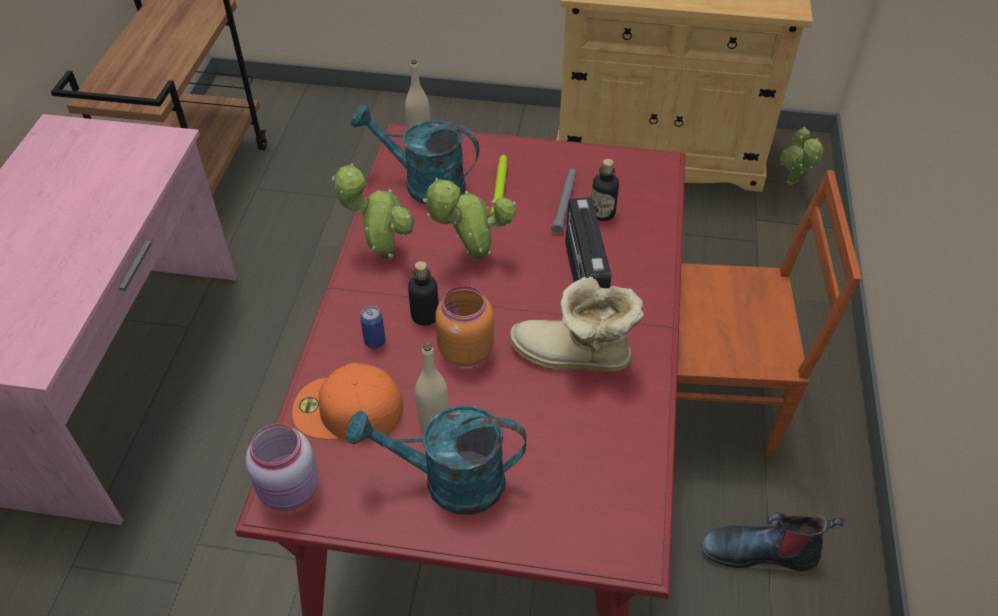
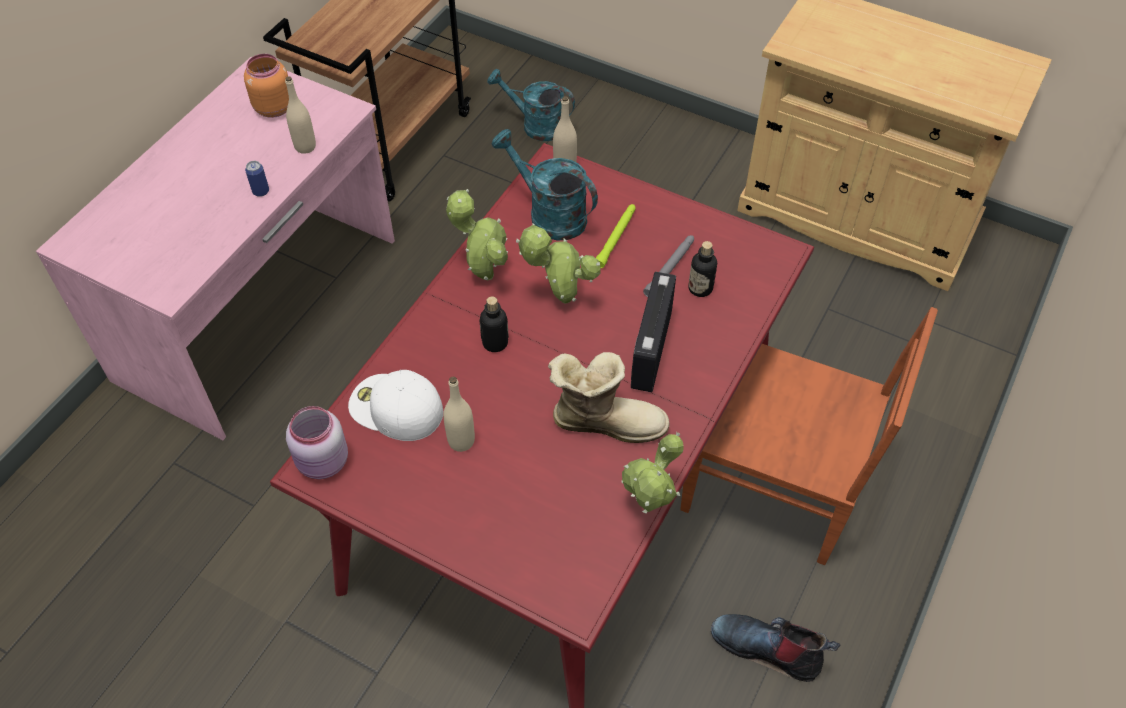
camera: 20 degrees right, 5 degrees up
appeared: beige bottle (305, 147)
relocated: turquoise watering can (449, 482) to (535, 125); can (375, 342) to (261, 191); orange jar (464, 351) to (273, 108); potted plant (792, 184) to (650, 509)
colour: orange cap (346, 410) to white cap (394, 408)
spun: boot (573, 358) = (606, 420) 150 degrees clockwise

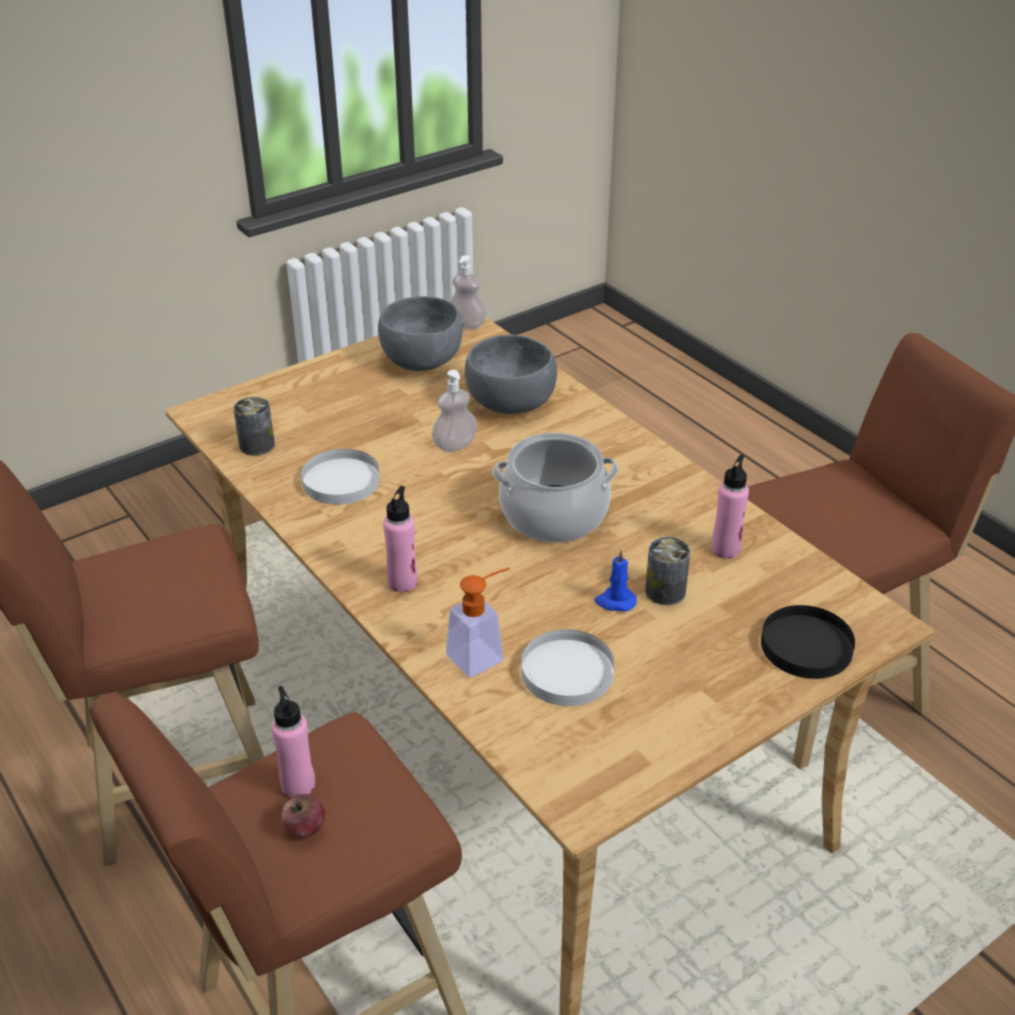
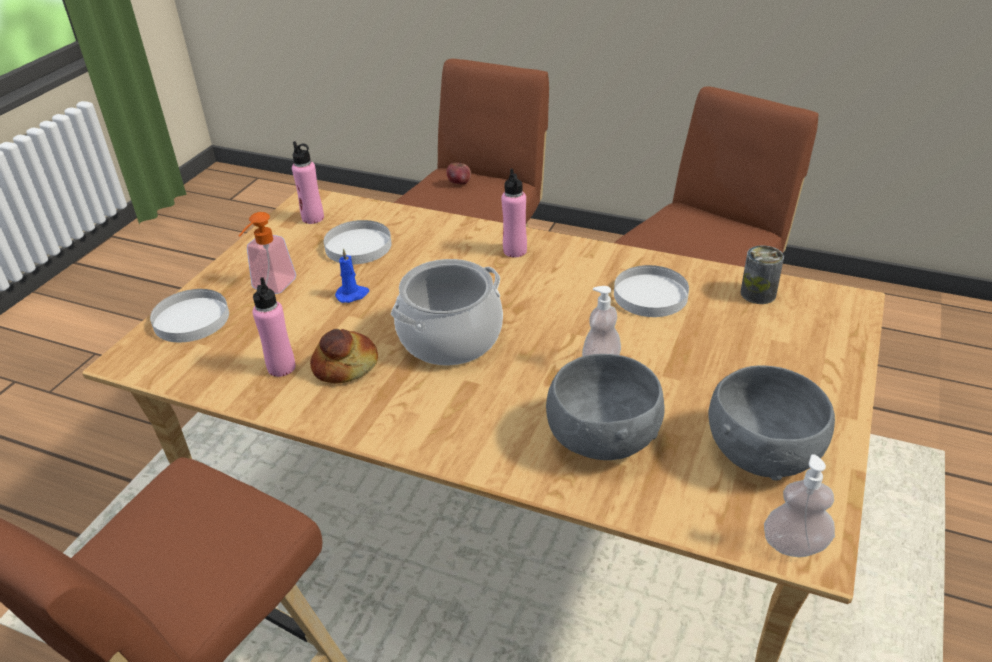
camera: 150 degrees right, 0 degrees up
missing: can (665, 591)
appeared: bread (346, 366)
relocated: pink bottle (298, 784) to (313, 218); soap dispenser (483, 654) to (270, 288)
colour: black plate (805, 646) to white plate (192, 319)

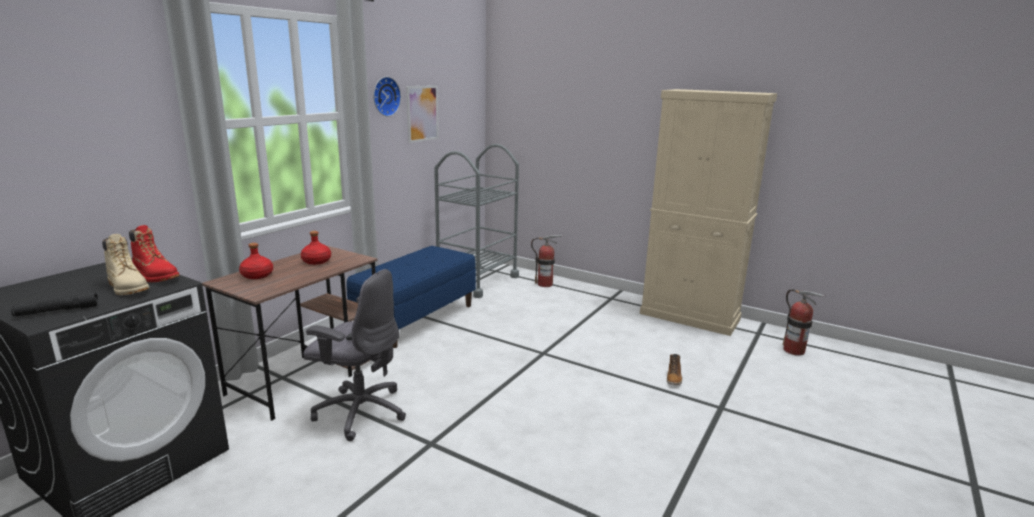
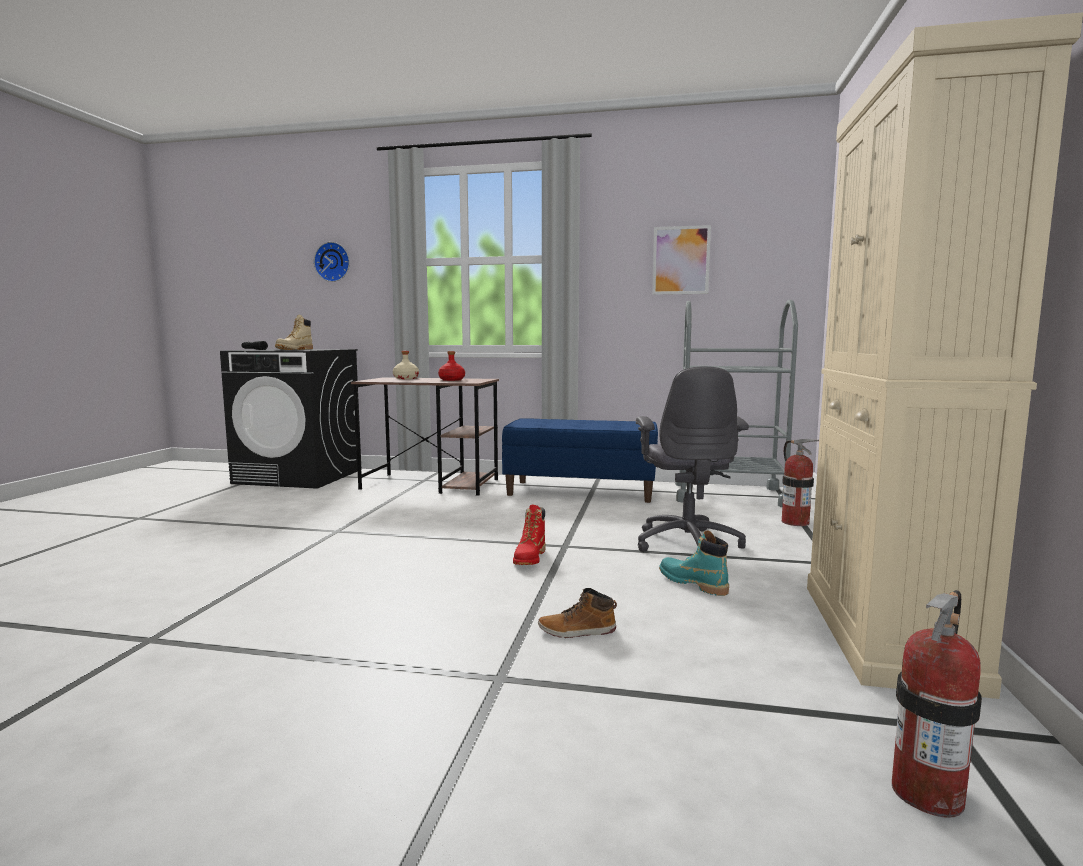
camera: 70 degrees right, 10 degrees down
appeared: turquoise boot (692, 583)
relocated: red boot (156, 276) to (530, 558); grey office chair (360, 411) to (687, 543); wall clock (385, 96) to (333, 262)
colour: red bottle (257, 275) to beige bottle (405, 378)

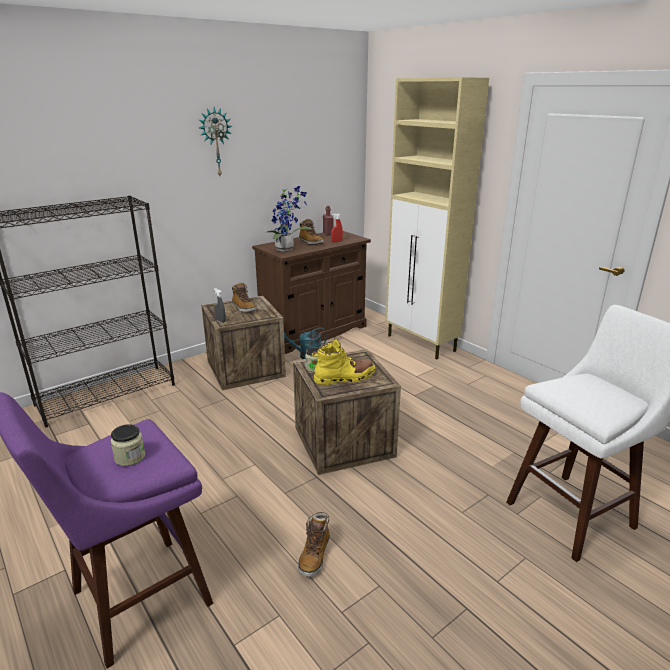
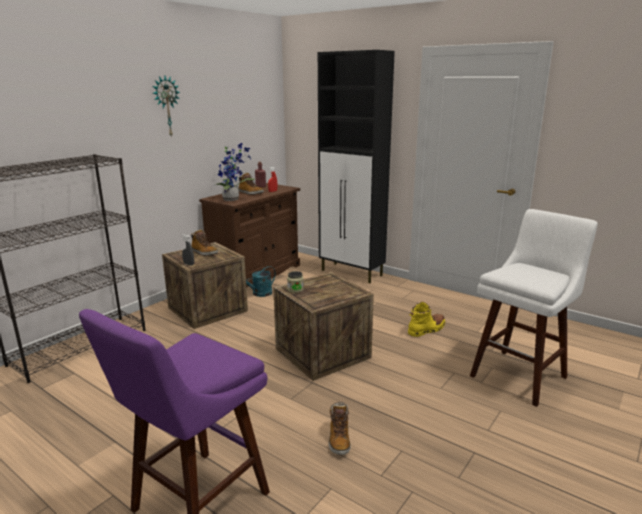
camera: 15 degrees left, 5 degrees down
missing: jar (130, 457)
relocated: yellow boot (344, 378) to (426, 329)
colour: beige cabinet (421, 343) to black cabinet (352, 273)

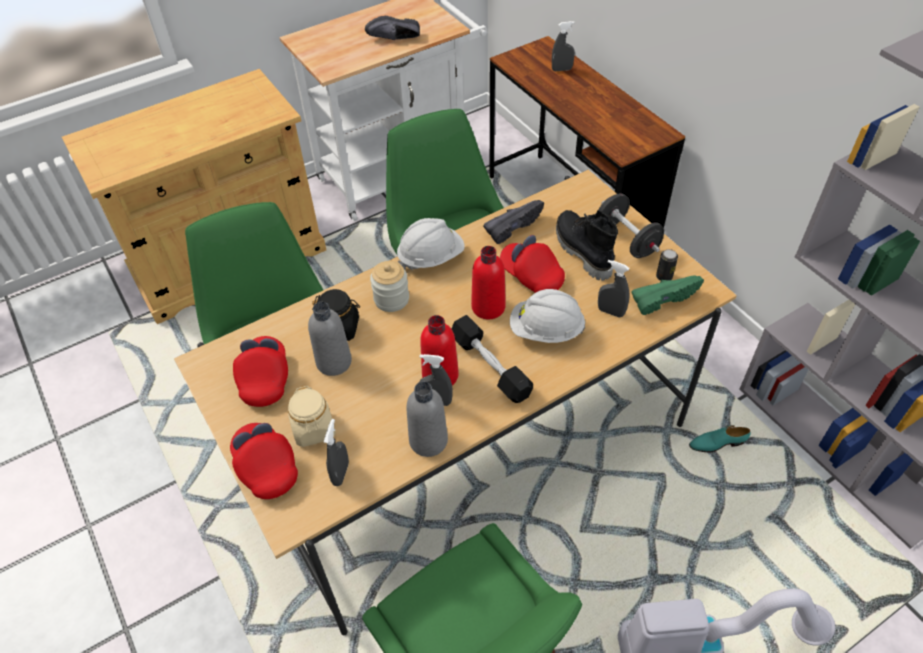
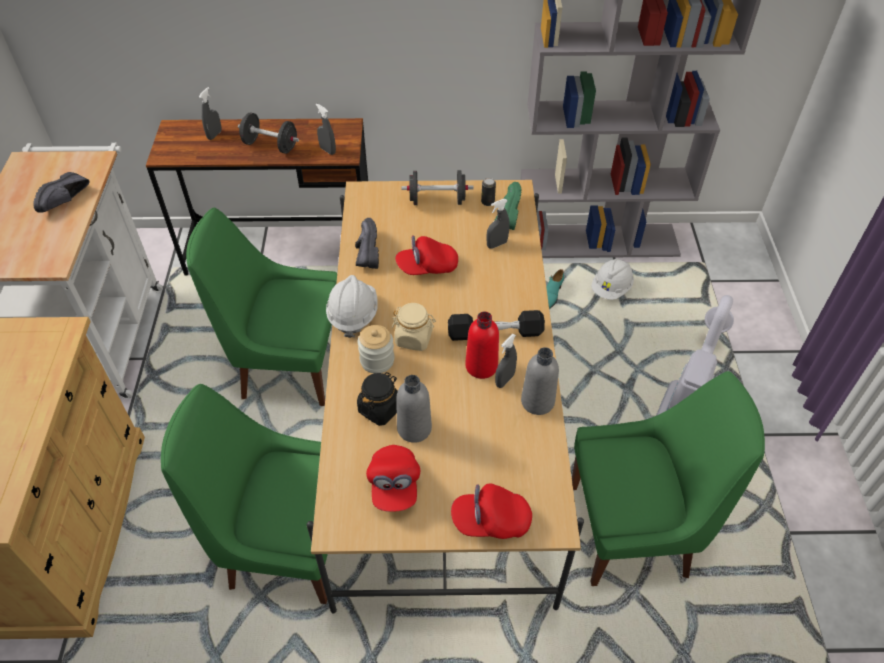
camera: 60 degrees left, 0 degrees up
missing: red bottle (488, 307); black boot (581, 251)
appeared: black dumbbell (270, 146)
relocated: beige jar (314, 429) to (414, 338); grey spray bottle (340, 473) to (327, 150); white hard hat (546, 330) to (611, 288)
spun: red cap (265, 379) = (394, 485) 120 degrees counterclockwise

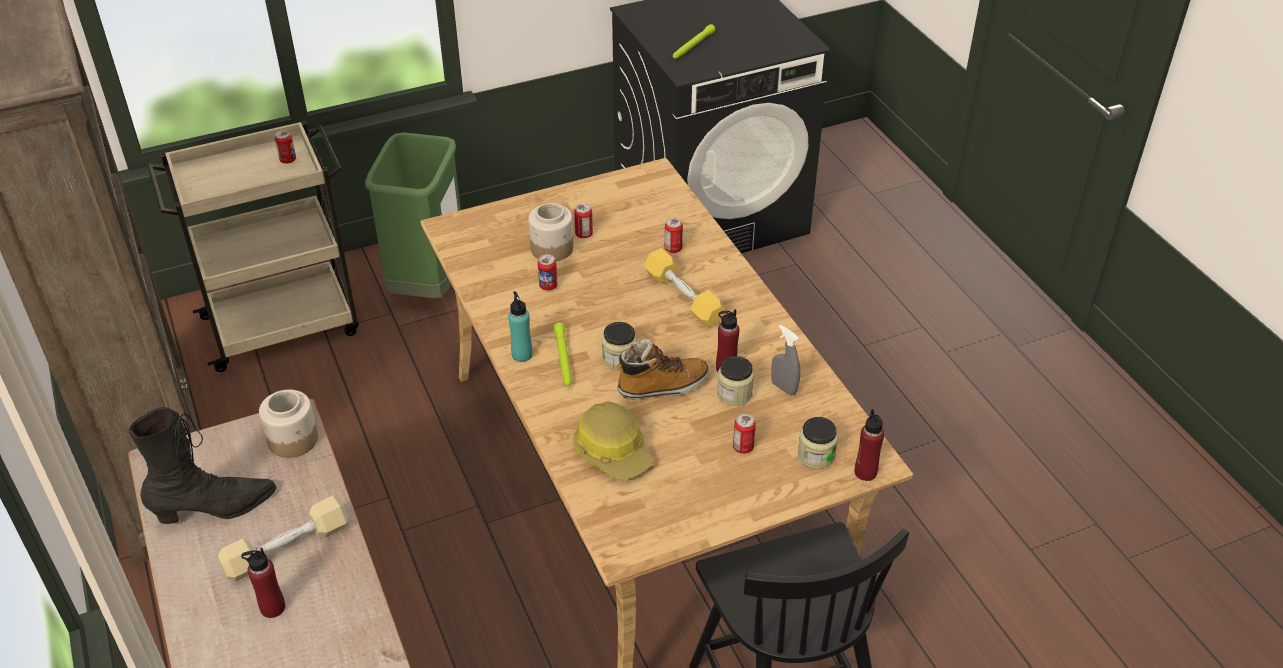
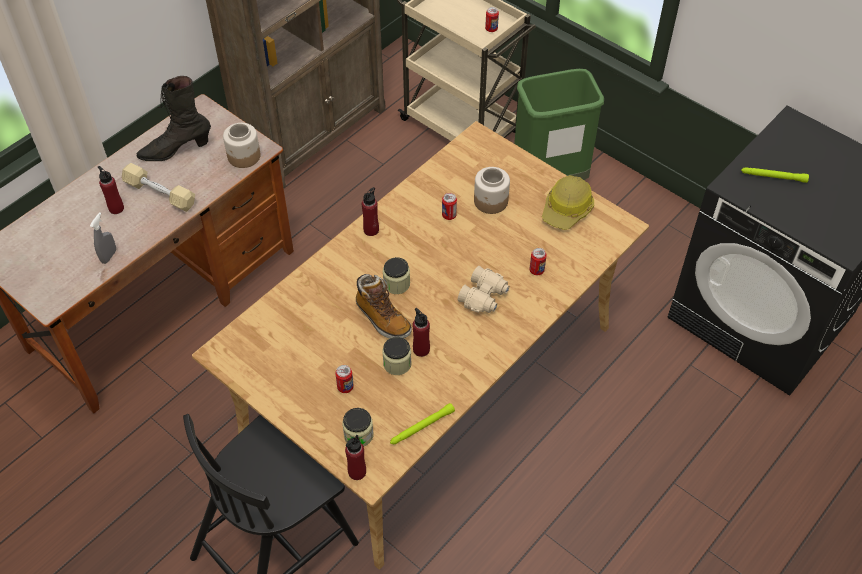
camera: 65 degrees right, 10 degrees up
missing: can (584, 234)
relocated: green flashlight (563, 359) to (421, 427); hard hat (613, 451) to (567, 209); grey spray bottle (783, 388) to (109, 256)
exchanged: yellow dumbbell (683, 297) to beige binoculars (484, 296)
colour: turquoise bottle (522, 355) to red bottle (371, 230)
spun: black boot (215, 509) = (176, 150) 120 degrees clockwise

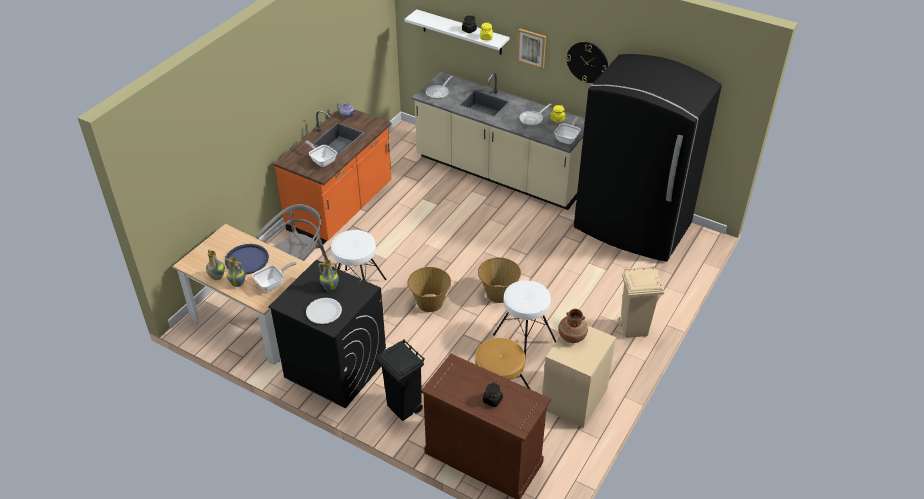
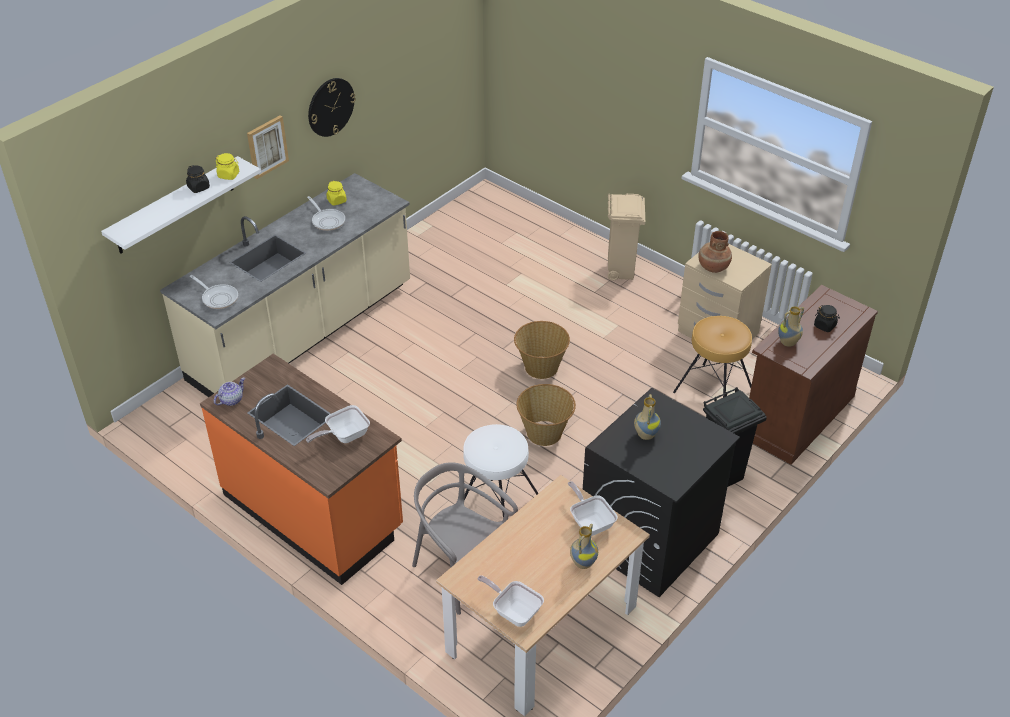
camera: 80 degrees left, 0 degrees up
missing: blue tray (247, 260); white plate (324, 311); white stool (524, 339); black fridge (632, 227)
relocated: vase (216, 277) to (788, 343); frying pan (568, 138) to (514, 611)

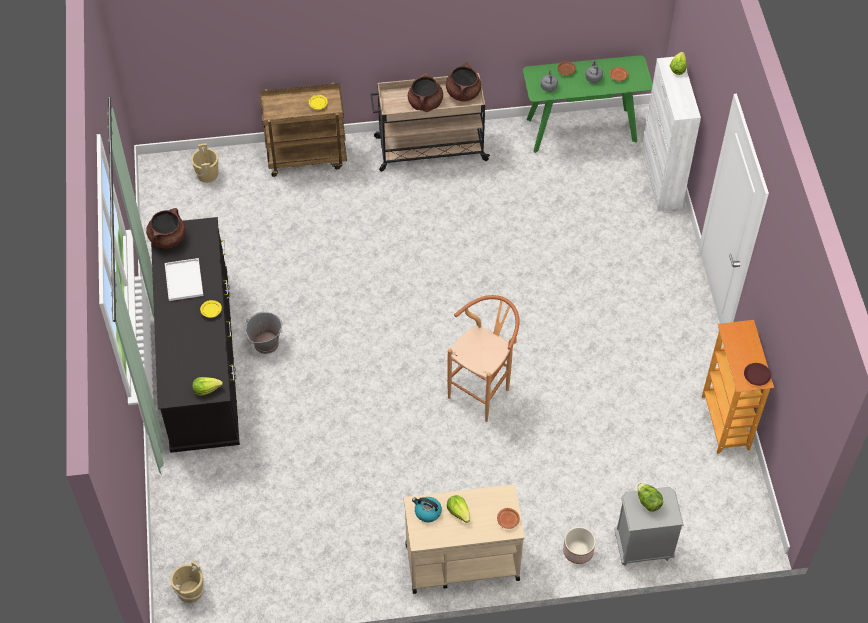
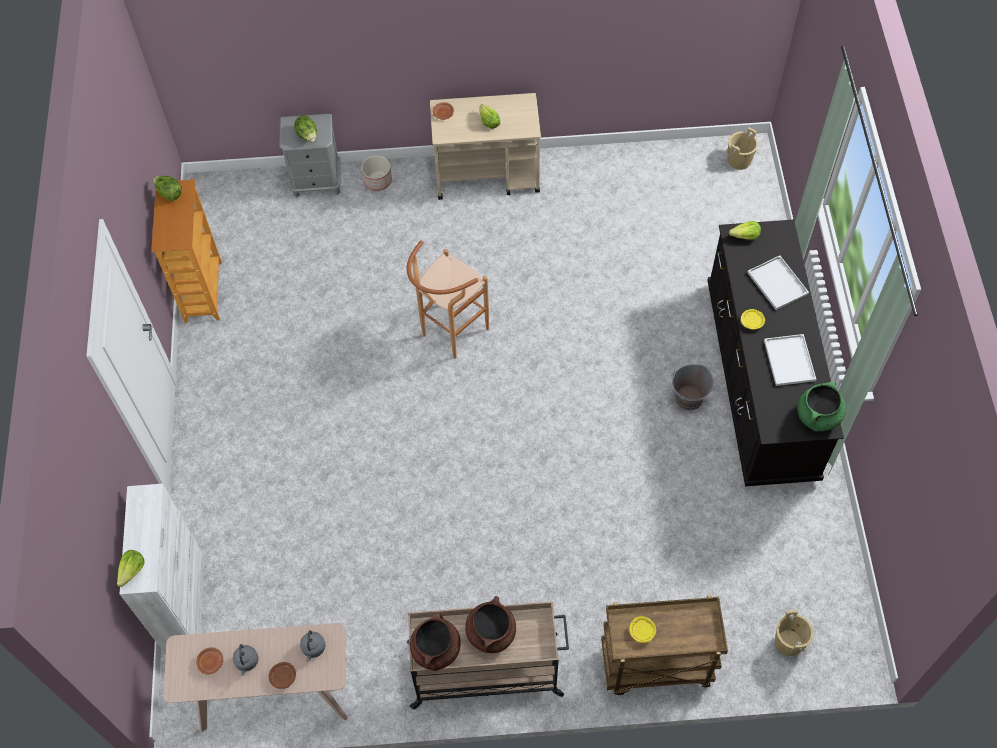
camera: 175 degrees left, 5 degrees up
missing: kettle (427, 512)
appeared: white tray (776, 283)
exchanged: brown plate (756, 375) to lettuce (169, 193)
colour: brown cooking pot (168, 238) to green cooking pot (818, 416); green console table (581, 129) to beige console table (274, 694)

